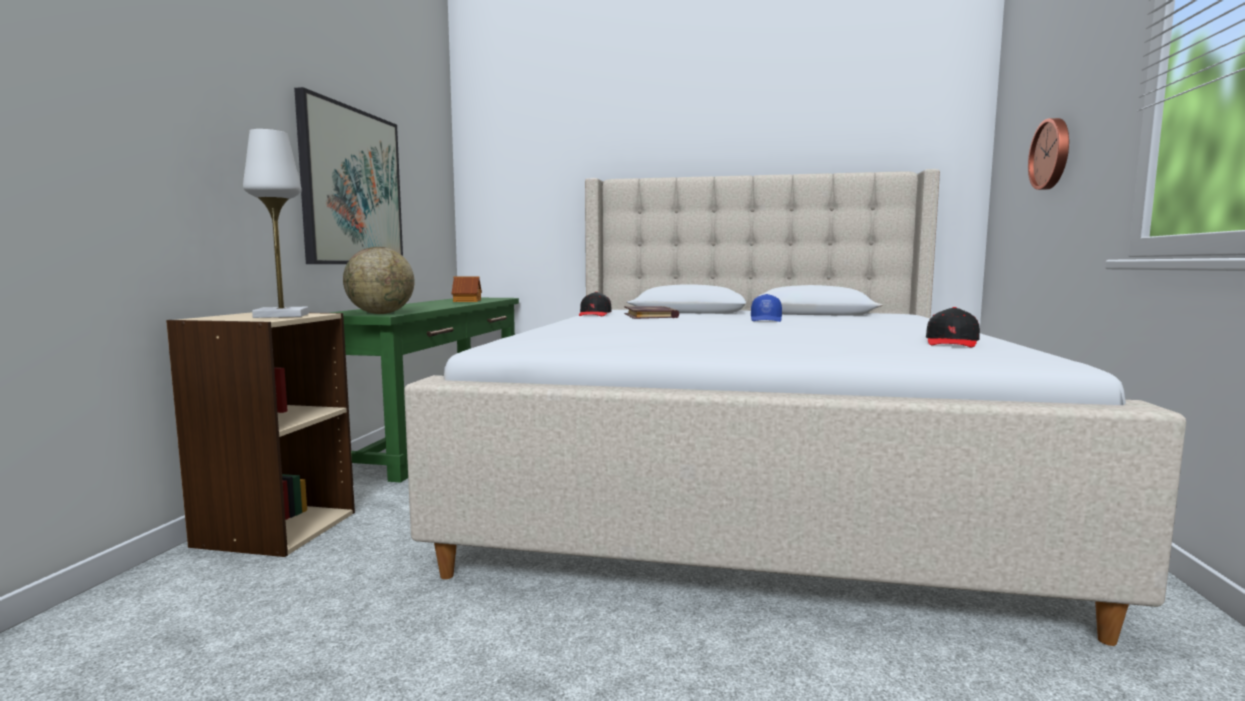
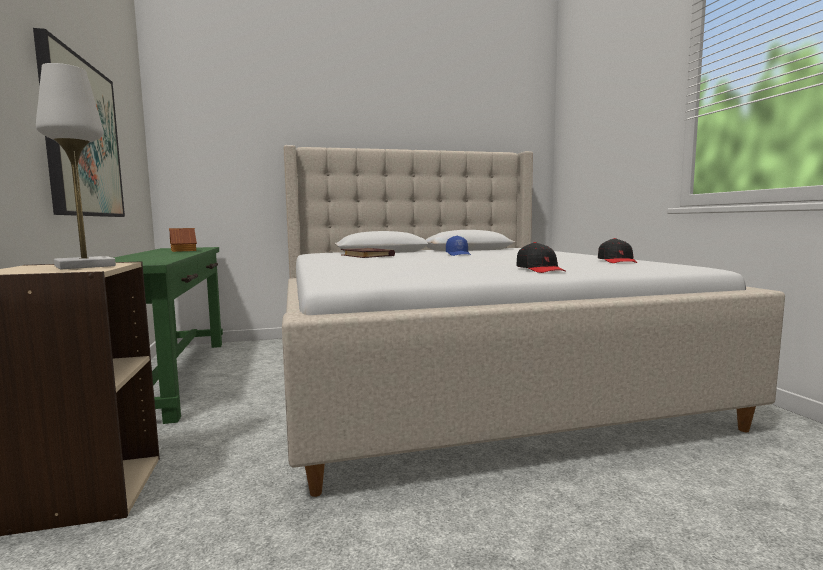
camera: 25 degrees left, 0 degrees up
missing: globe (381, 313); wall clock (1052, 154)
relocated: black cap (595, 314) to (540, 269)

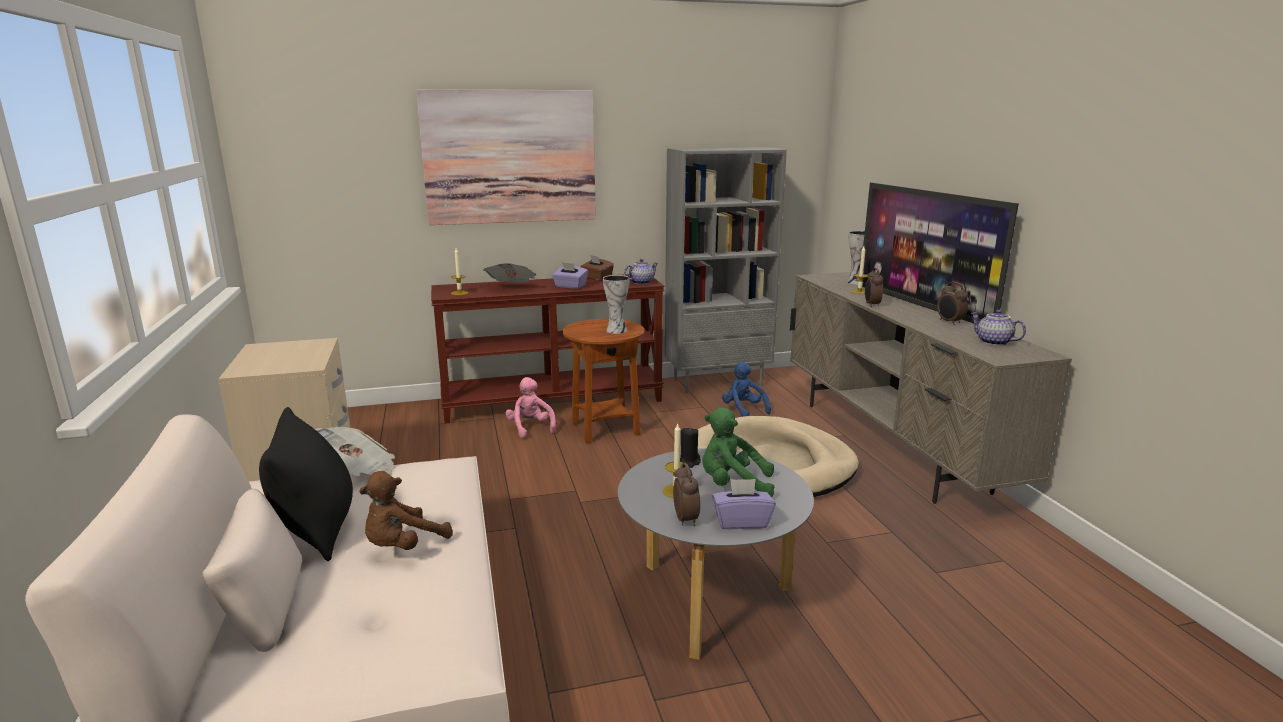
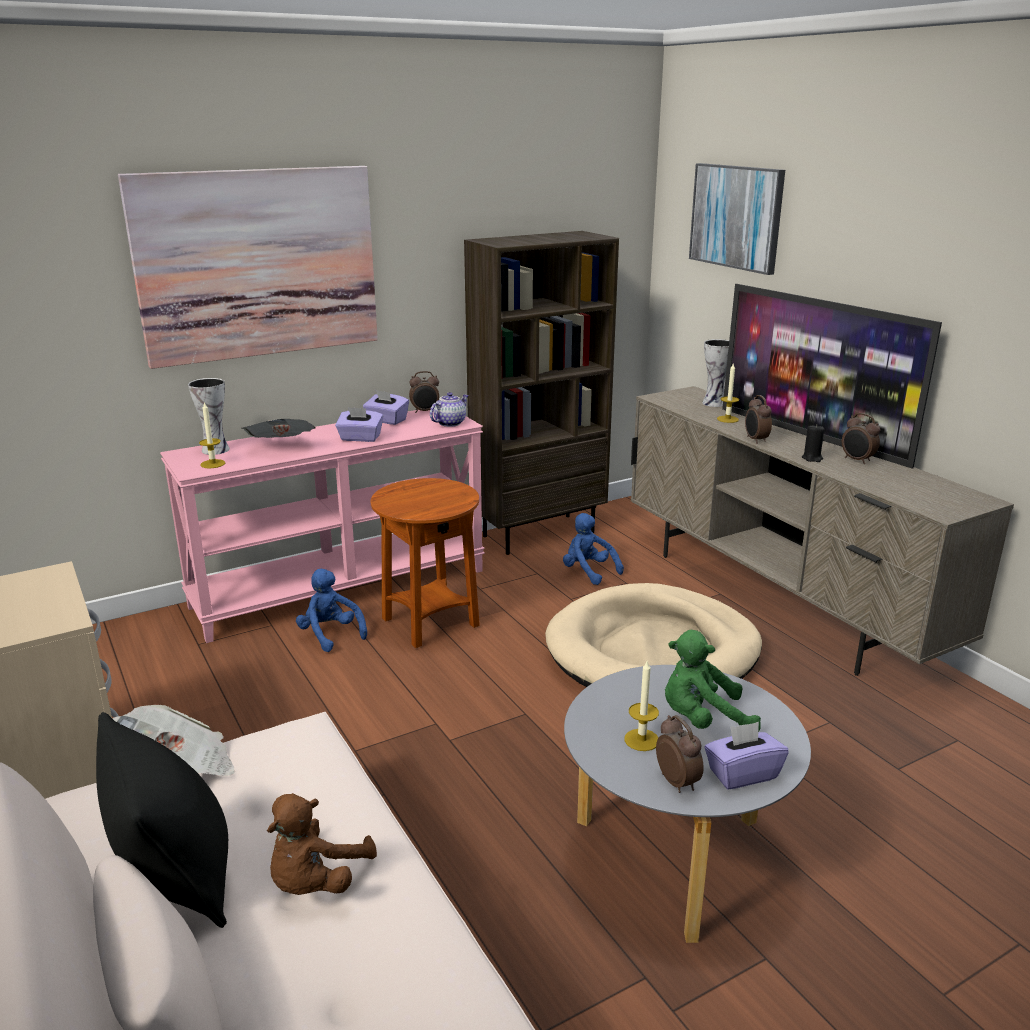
camera: 15 degrees left, 5 degrees up
missing: teapot (993, 342)
appeared: alarm clock (425, 411); picture (736, 217)
relocated: vase (617, 330) to (215, 449); black candle (689, 462) to (812, 458)
colour: brown console table (553, 401) to pink console table (340, 587); pink plush toy (530, 428) to blue plush toy (330, 634); brown tissue box (597, 278) to purple tissue box (386, 420); grey bookcase (718, 382) to brown bookcase (538, 533)

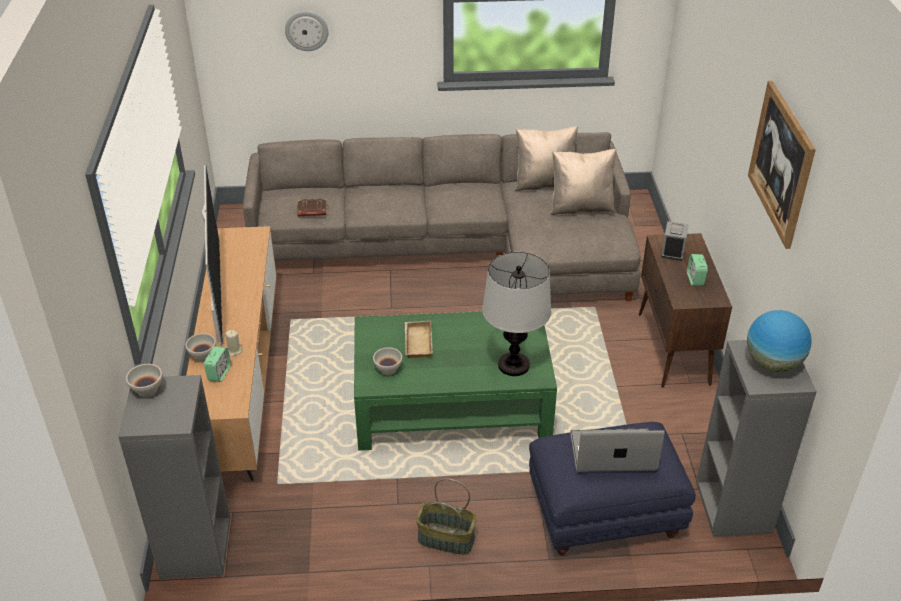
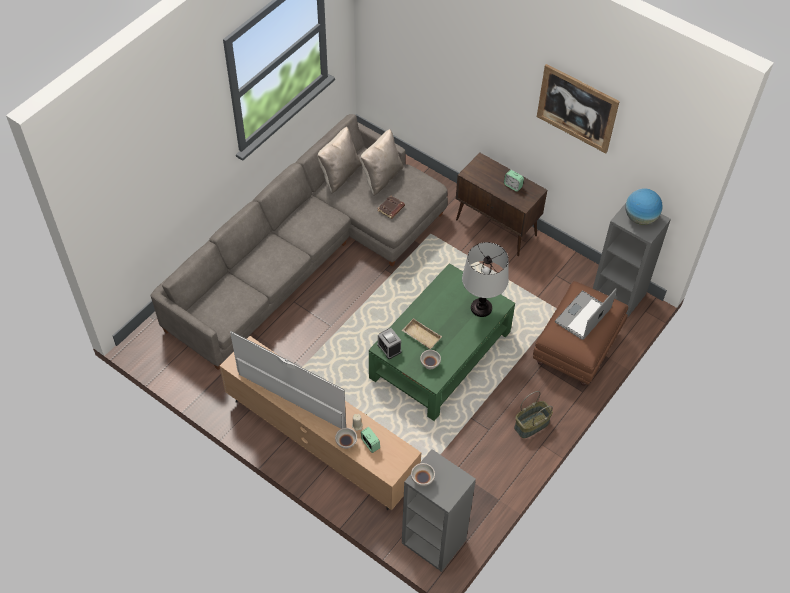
camera: 50 degrees left, 15 degrees up
missing: wall clock (306, 30)
relocated: brown book (312, 211) to (391, 209); alarm clock (673, 250) to (389, 348)
colour: blue ottoman (602, 515) to brown ottoman (576, 349)

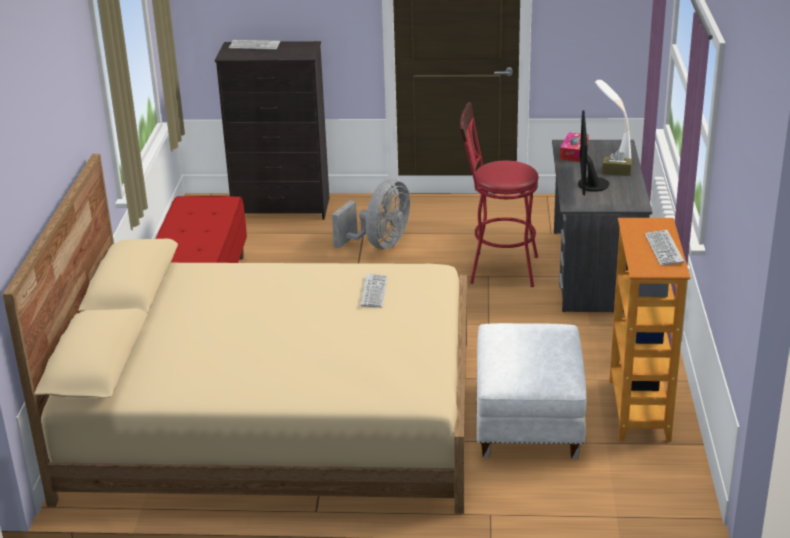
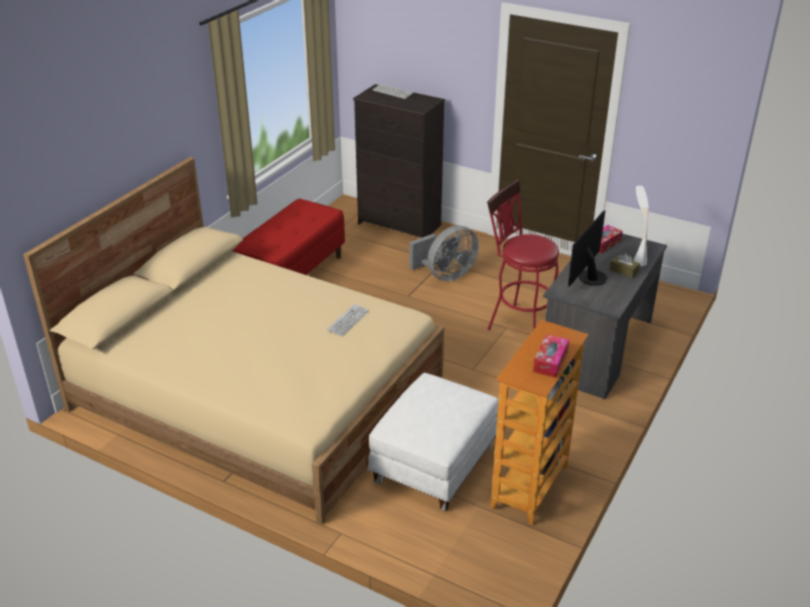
camera: 25 degrees right, 5 degrees up
exchanged: keyboard (663, 249) to tissue box (550, 361)

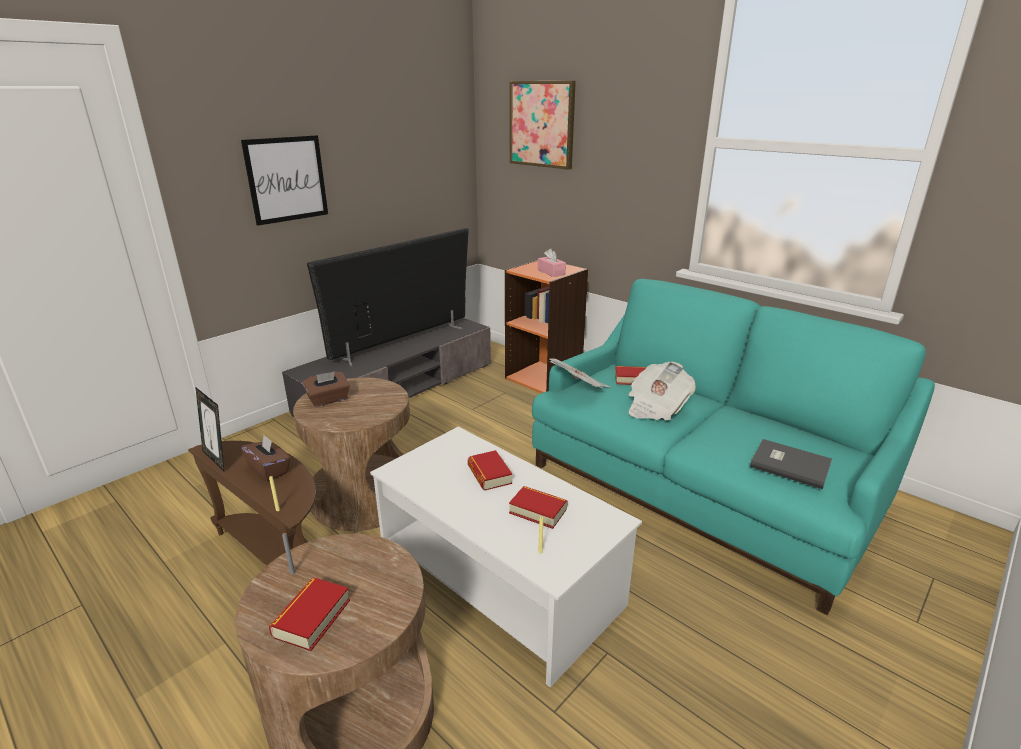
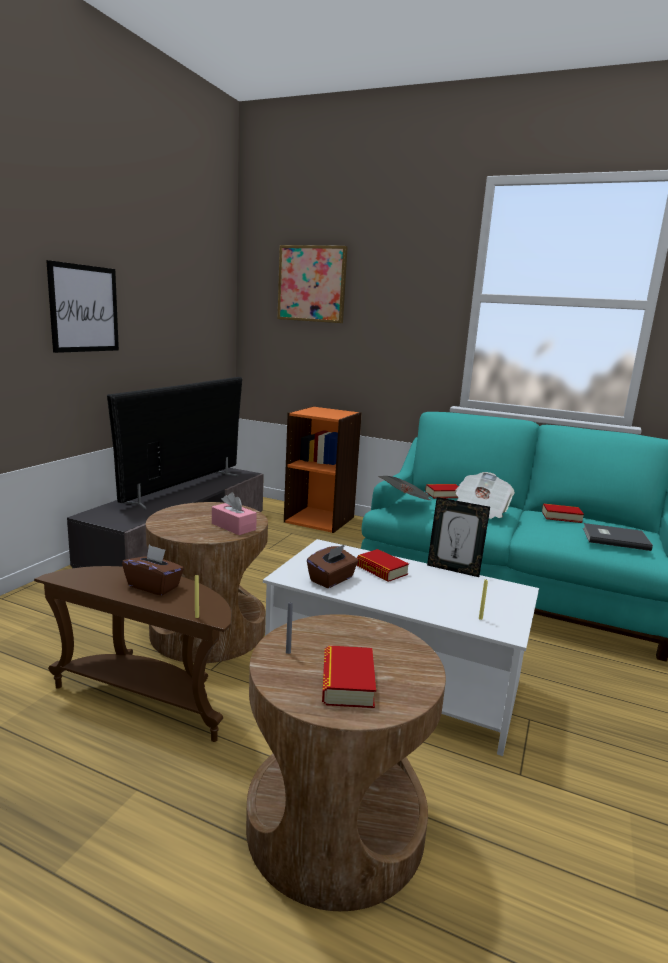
camera: 20 degrees left, 10 degrees down
relocated: picture frame (217, 459) to (453, 569); brown tissue box (328, 400) to (332, 579); book (538, 511) to (561, 517); pink tissue box (551, 272) to (233, 527)

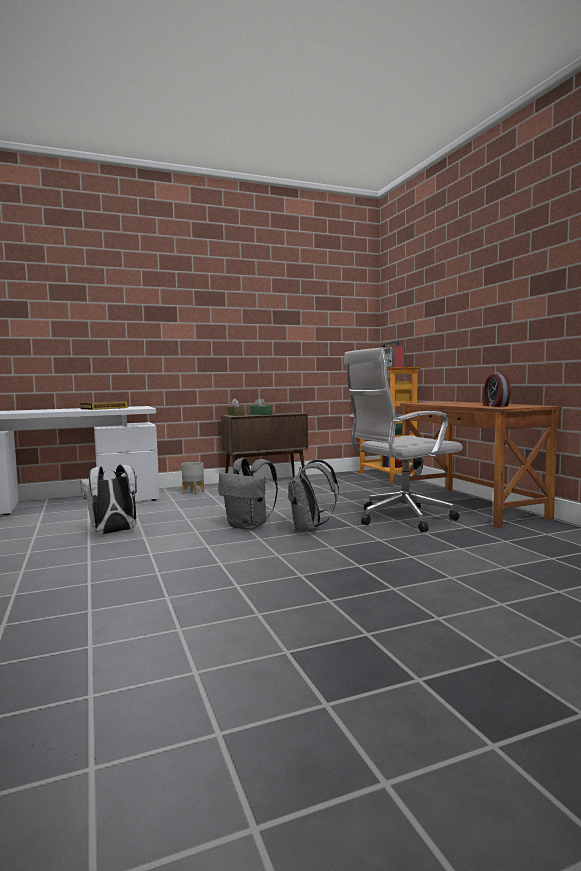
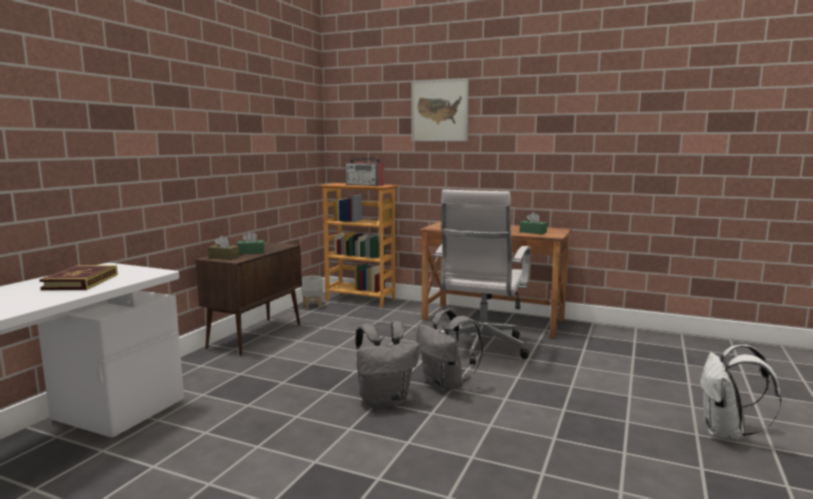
camera: 45 degrees left, 5 degrees up
appeared: picture (439, 111)
relocated: white backpack (113, 533) to (726, 433); grey planter (193, 492) to (312, 306)
exchanged: alarm clock (494, 406) to green tissue box (533, 232)

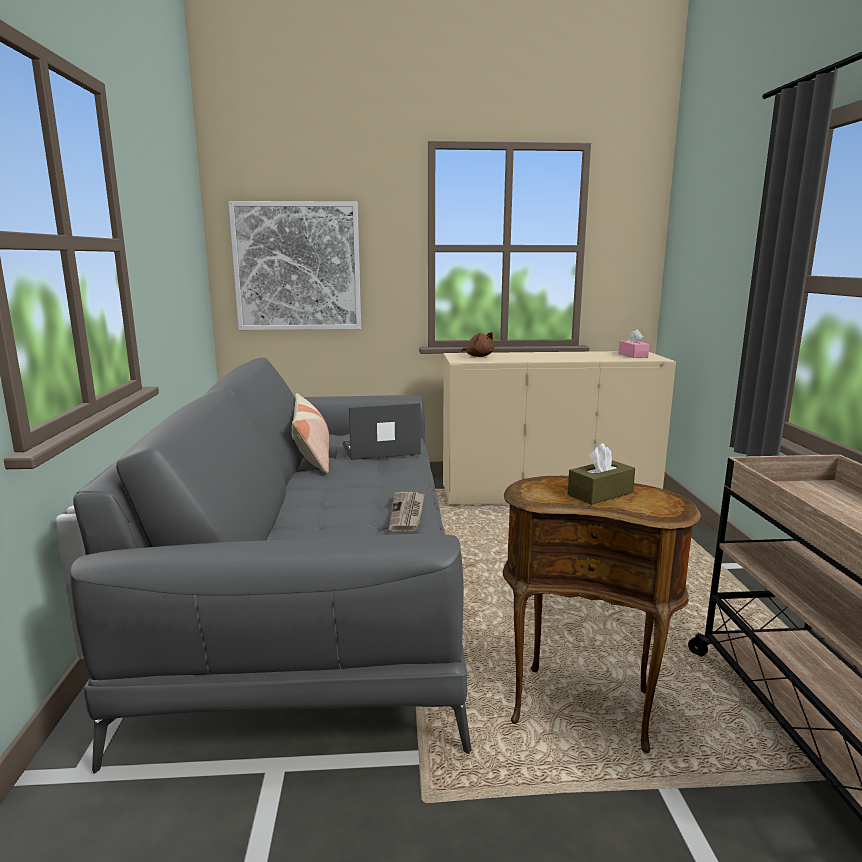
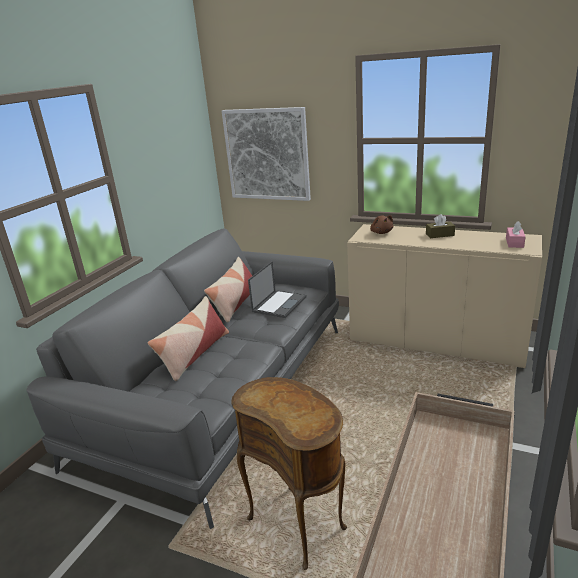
camera: 30 degrees right, 10 degrees up
missing: newspaper (407, 513)
appeared: pillow (194, 354)
relocated: brown tissue box (600, 493) to (440, 235)
spun: laptop (379, 449) = (279, 304) 105 degrees clockwise

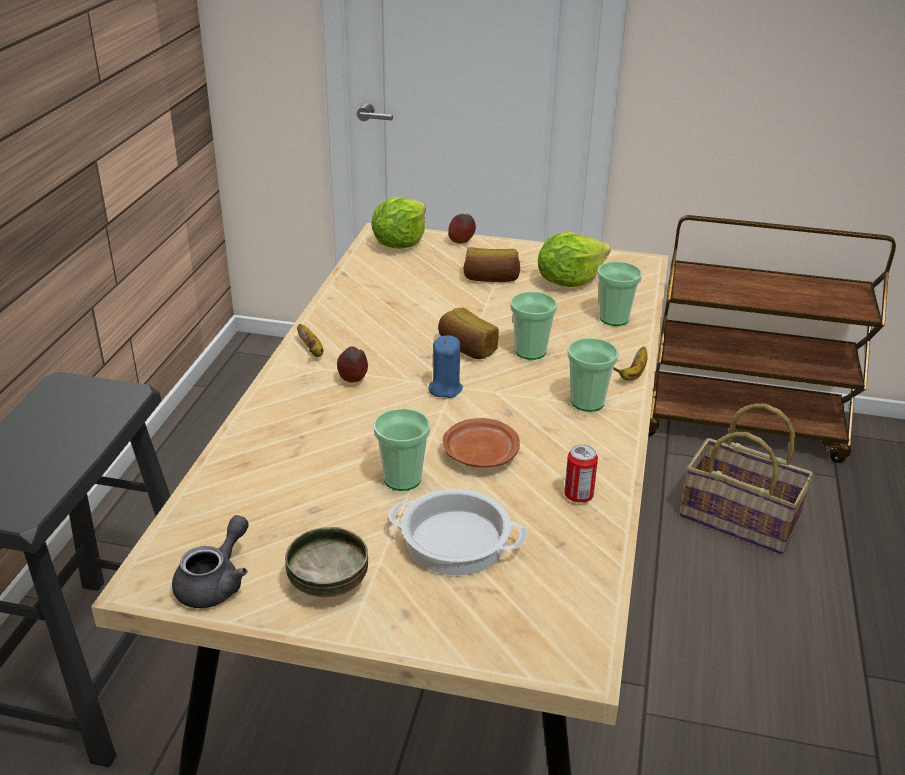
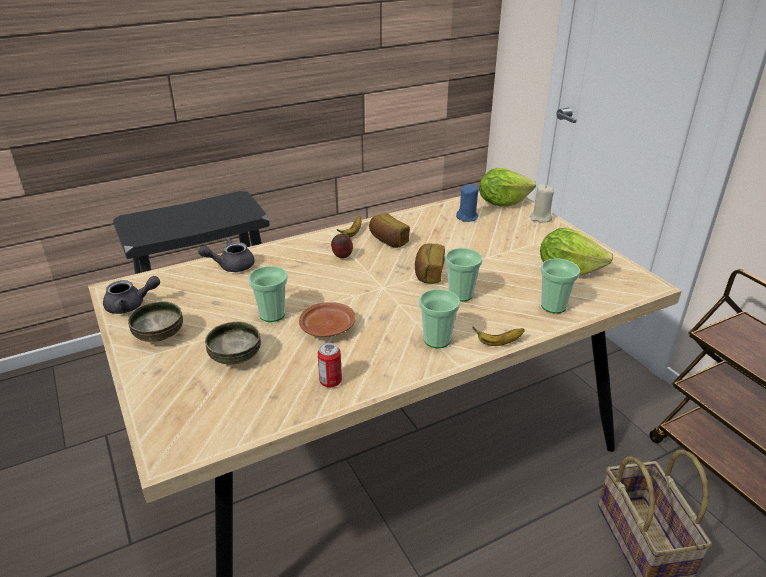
camera: 50 degrees right, 0 degrees up
appeared: grey teapot (231, 266)
relocated: blue candle (445, 389) to (467, 217); bread (491, 278) to (388, 240)
exchanged: cooking pot (454, 542) to bowl (235, 358); apple (461, 243) to beige candle (540, 218)

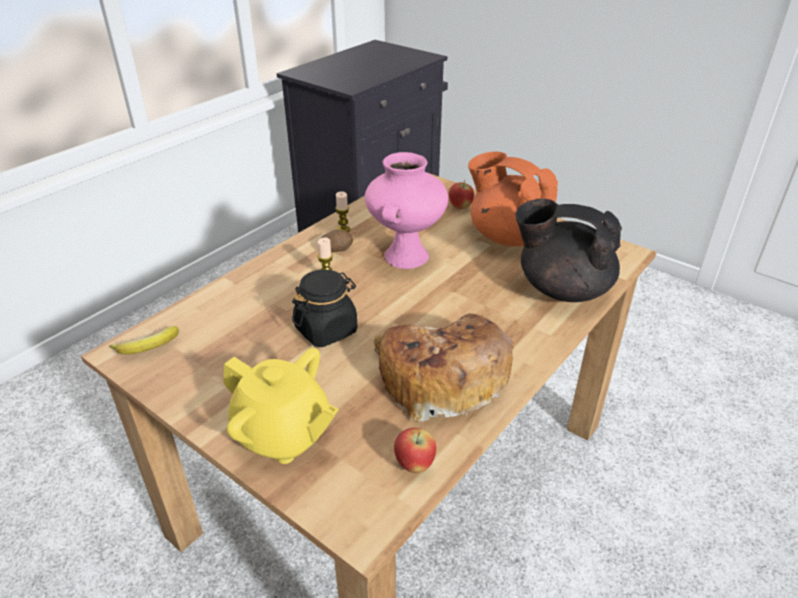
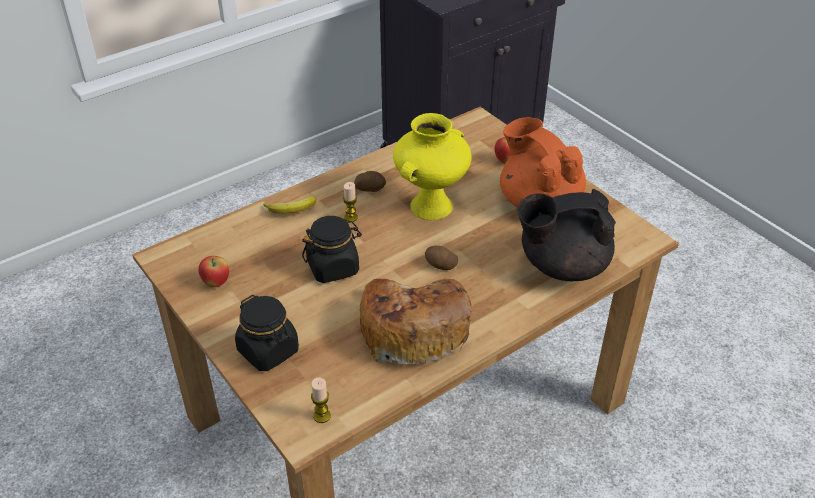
camera: 15 degrees right, 5 degrees up
appeared: potato (440, 265)
relocated: banana (148, 347) to (291, 210); candle (343, 229) to (322, 416); apple (414, 465) to (216, 283)
exchanged: yellow teapot (283, 434) to black jar (268, 351)
colour: pink vase (405, 255) to yellow vase (431, 205)
spun: black teapot (562, 289) = (561, 265) 45 degrees counterclockwise

